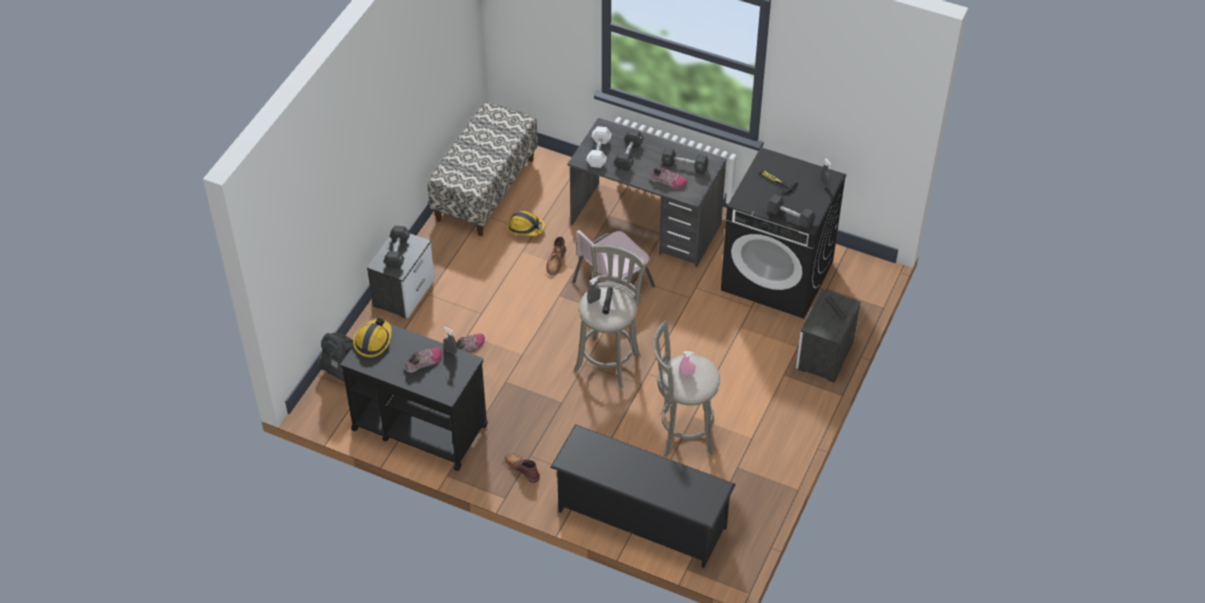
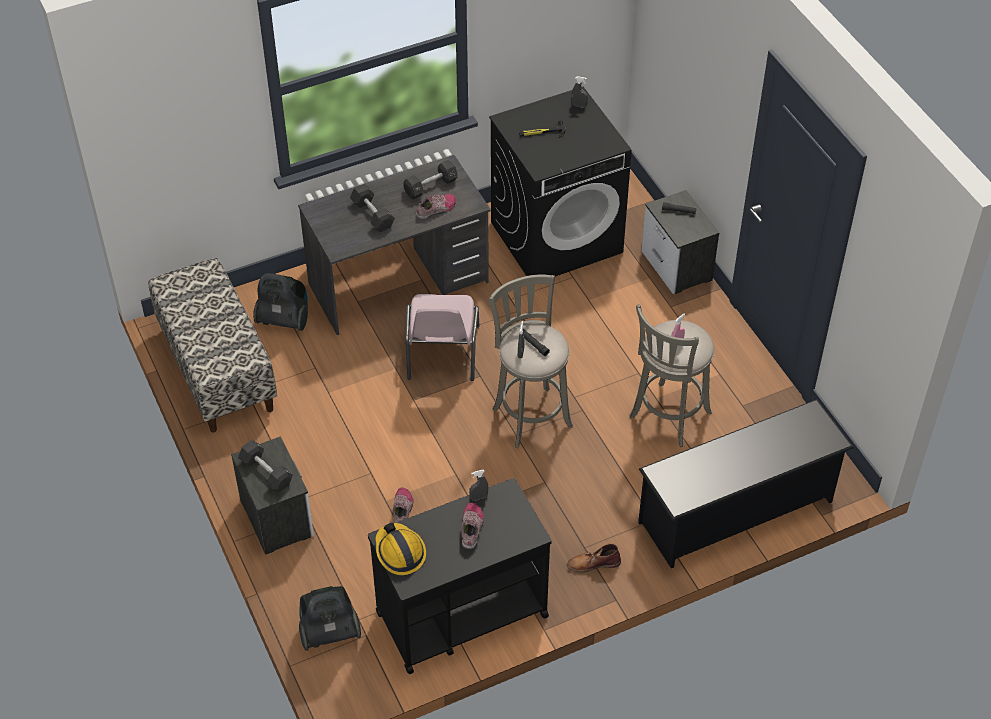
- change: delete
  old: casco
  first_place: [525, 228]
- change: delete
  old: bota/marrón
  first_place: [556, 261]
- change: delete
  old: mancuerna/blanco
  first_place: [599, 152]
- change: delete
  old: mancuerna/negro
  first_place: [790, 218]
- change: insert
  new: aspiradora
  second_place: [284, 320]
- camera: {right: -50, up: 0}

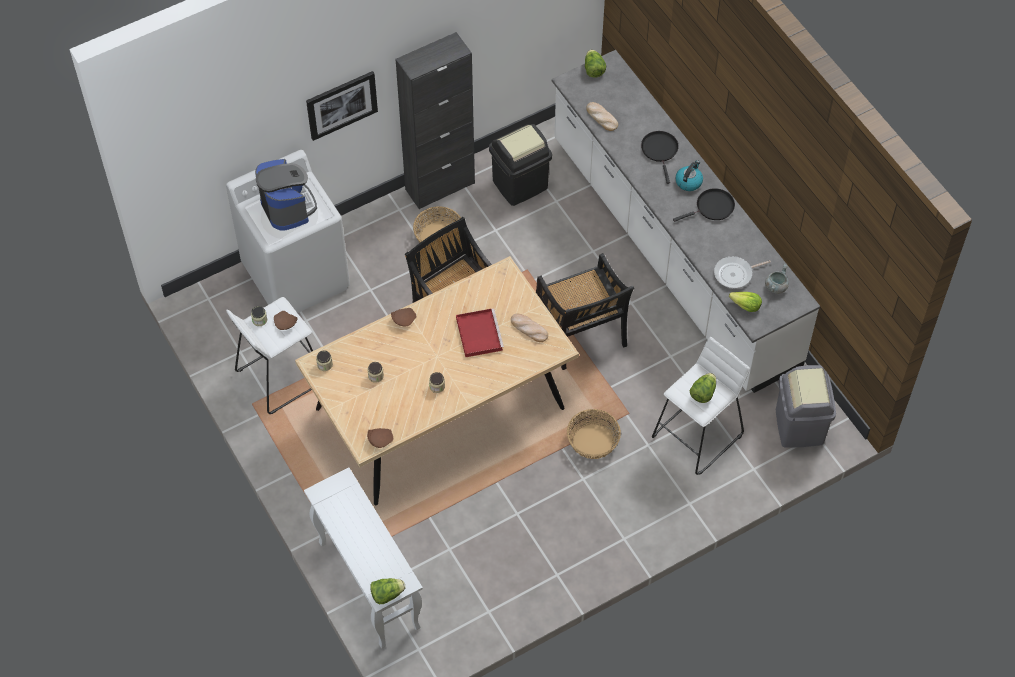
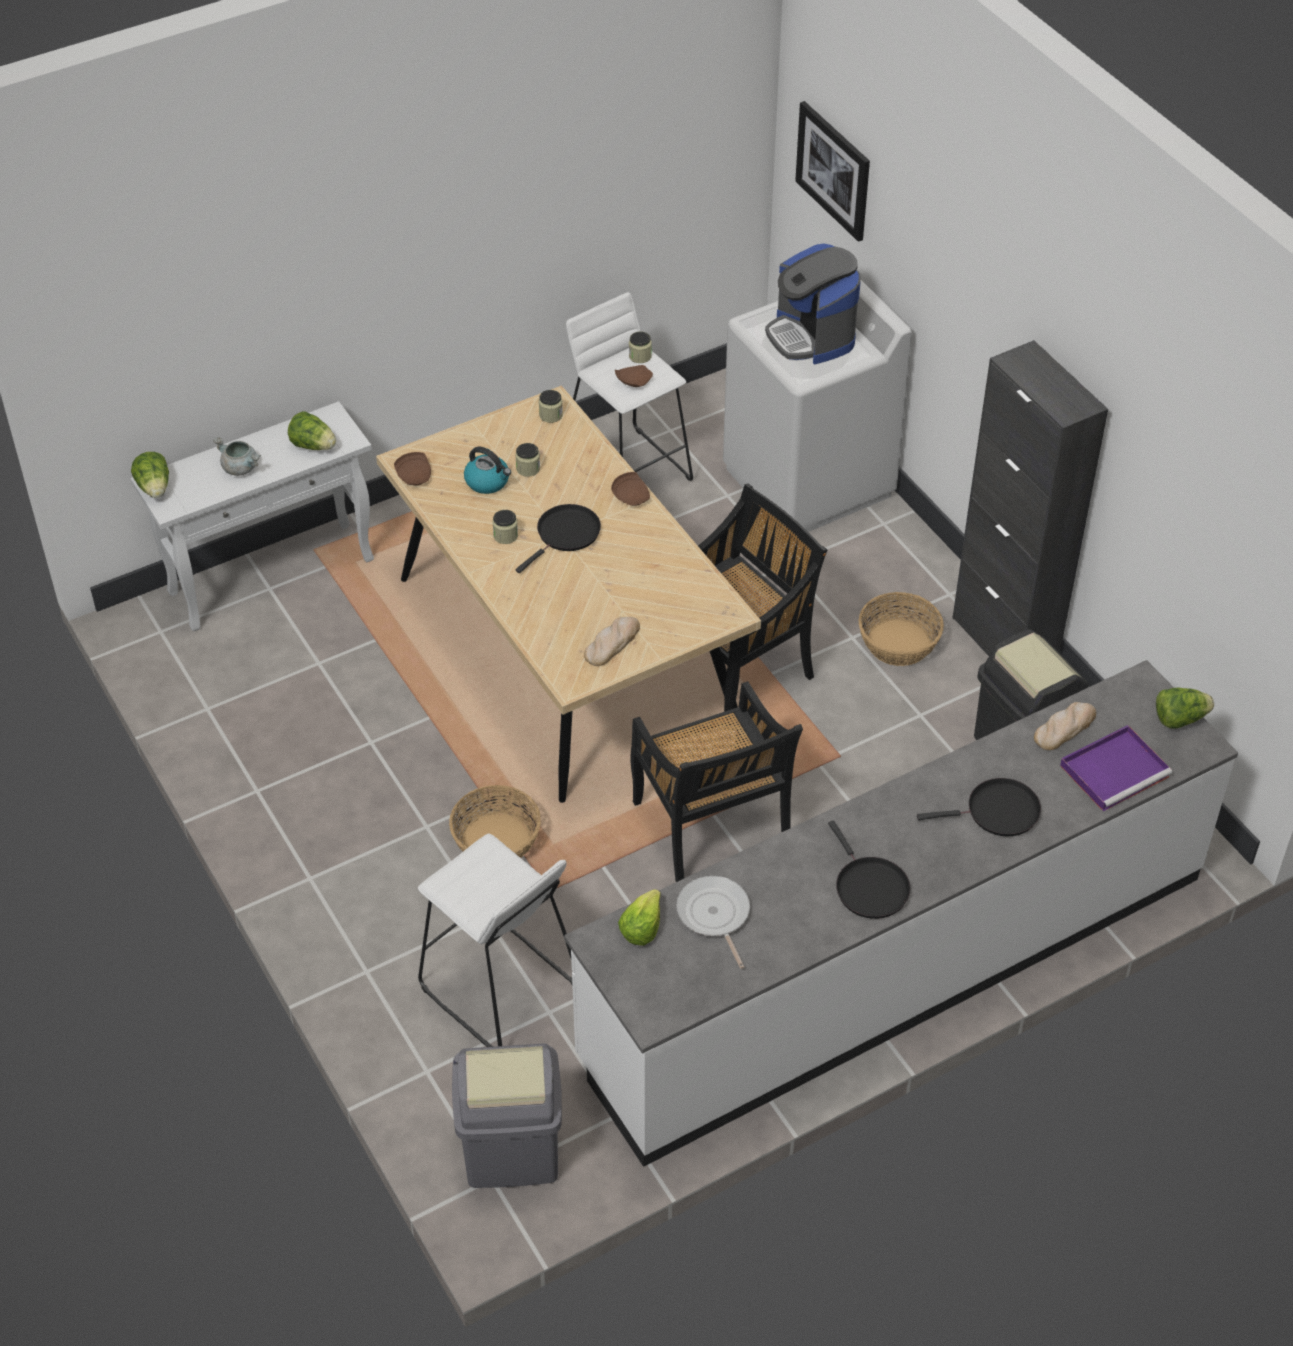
- change: delete
  old: bandeja/rojo
  first_place: [478, 333]
- change: insert
  new: sartén/negro
  second_place: [566, 534]
- change: insert
  new: bandeja/morado
  second_place: [1115, 770]
- change: move
  old: cuadro
  first_place: [341, 104]
  second_place: [834, 170]
- change: move
  old: hervidor
  first_place: [688, 181]
  second_place: [488, 481]
- change: move
  old: lechuga
  first_place: [703, 393]
  second_place: [313, 445]
- change: move
  old: olla/gris
  first_place: [776, 286]
  second_place: [241, 468]
- change: rotate
  old: cafetera
  first_place: [287, 207]
  second_place: [811, 336]
  degrees: 90
- change: rotate
  old: silla/negro
  first_place: [581, 333]
  second_place: [712, 829]
  degrees: -90
- camera: {right: 90, up: -10}

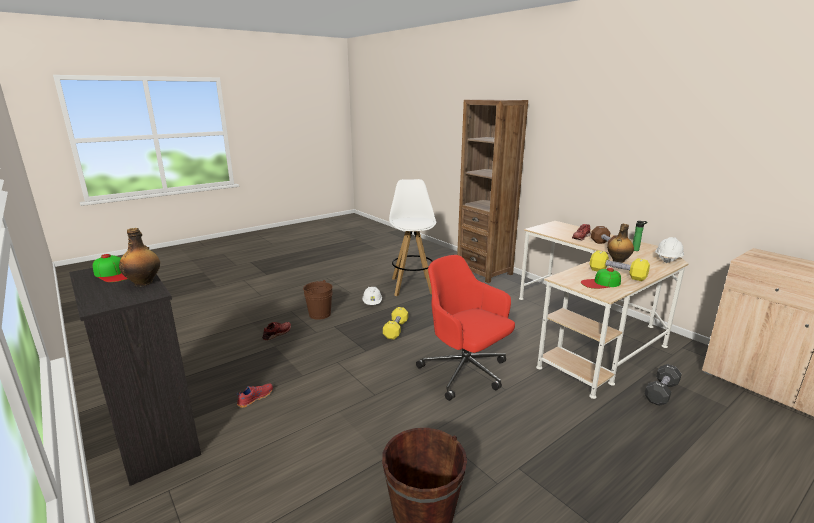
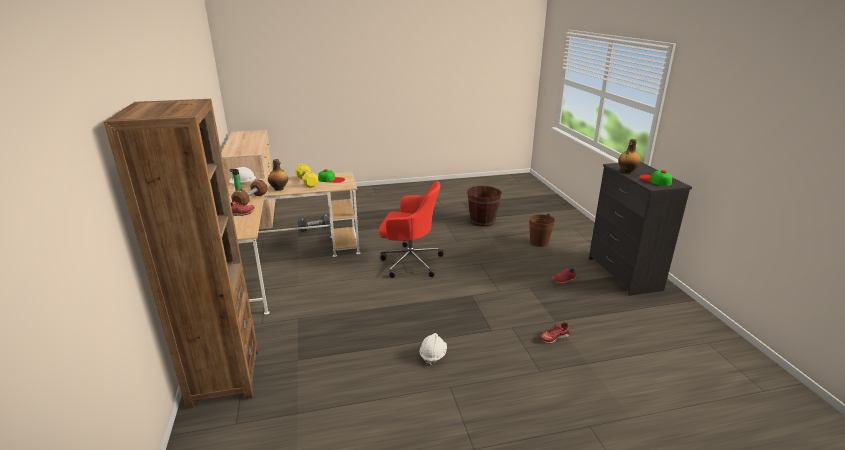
- change: delete
  old: mancuerna/amarillo
  first_place: [396, 329]
- change: delete
  old: taburete/blanco
  first_place: [412, 286]
- change: move
  old: cubo/marrón
  first_place: [320, 314]
  second_place: [539, 242]
- change: rotate
  old: silla de oficina/rojo
  first_place: [465, 372]
  second_place: [409, 261]
  degrees: -60
- camera: {right: -155, up: 5}

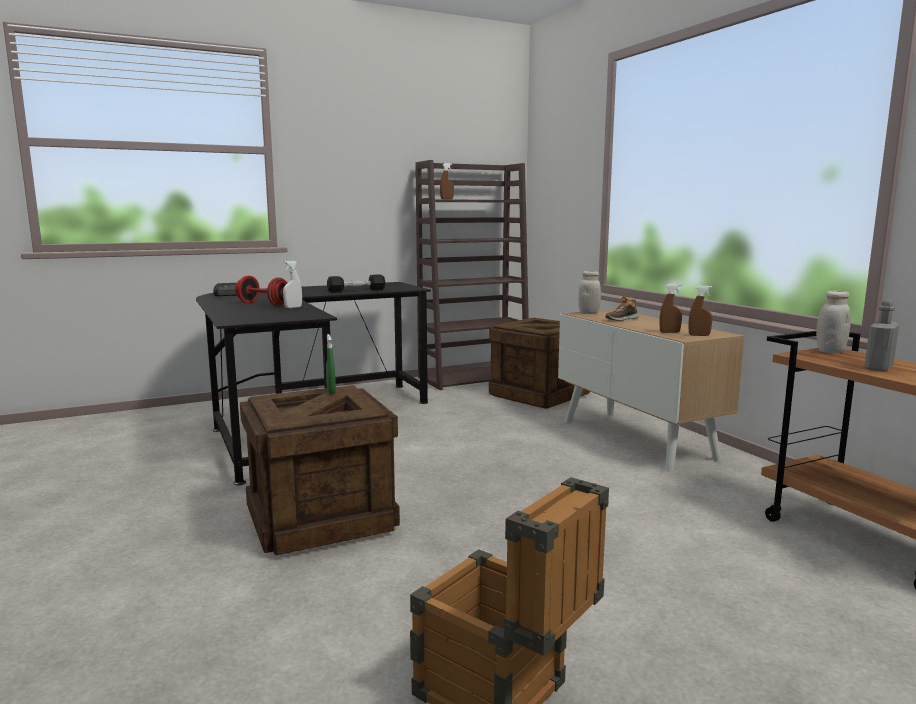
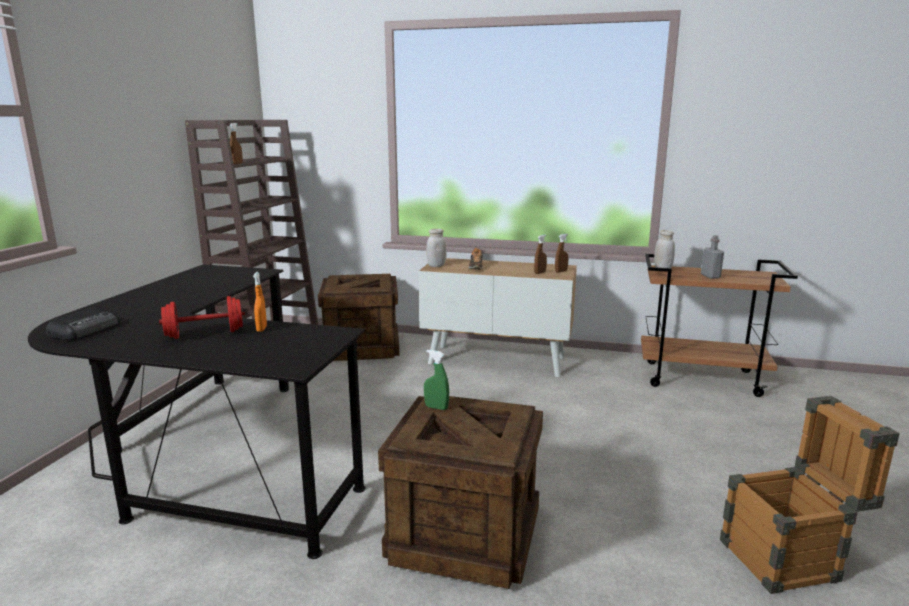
- change: delete
  old: mancuerna/negro
  first_place: [356, 290]
- change: recolor
  old: pulverizador/blanco
  new: pulverizador/naranja
  first_place: [293, 307]
  second_place: [261, 329]
- camera: {right: -50, up: 5}

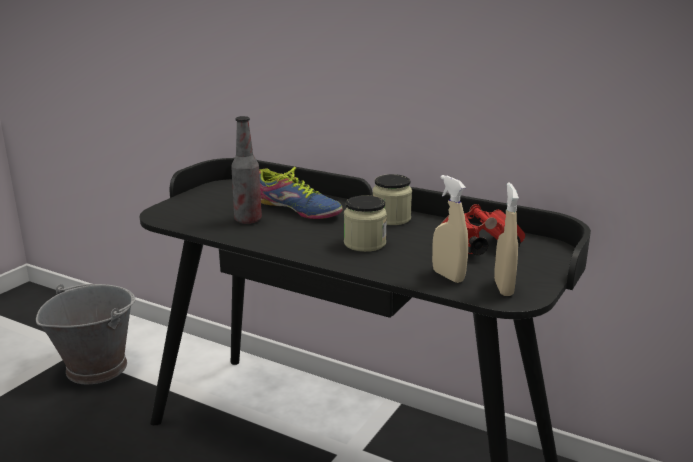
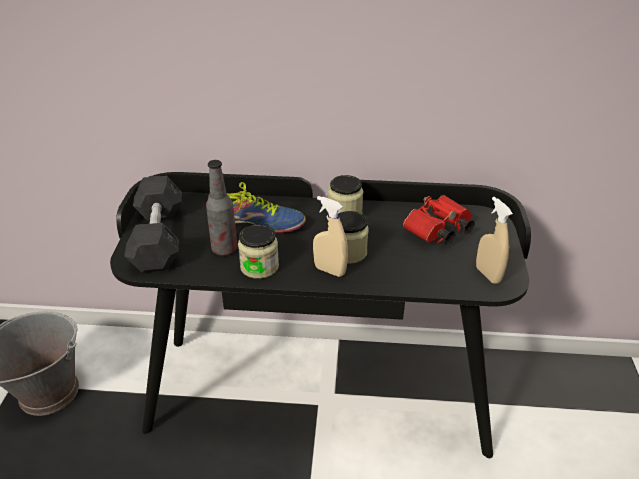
- change: insert
  new: mancuerna/gris
  second_place: [158, 239]
- change: insert
  new: tarro
  second_place: [259, 267]
- change: move
  old: pulverizador/beis
  first_place: [448, 276]
  second_place: [329, 271]
- camera: {right: -25, up: 15}

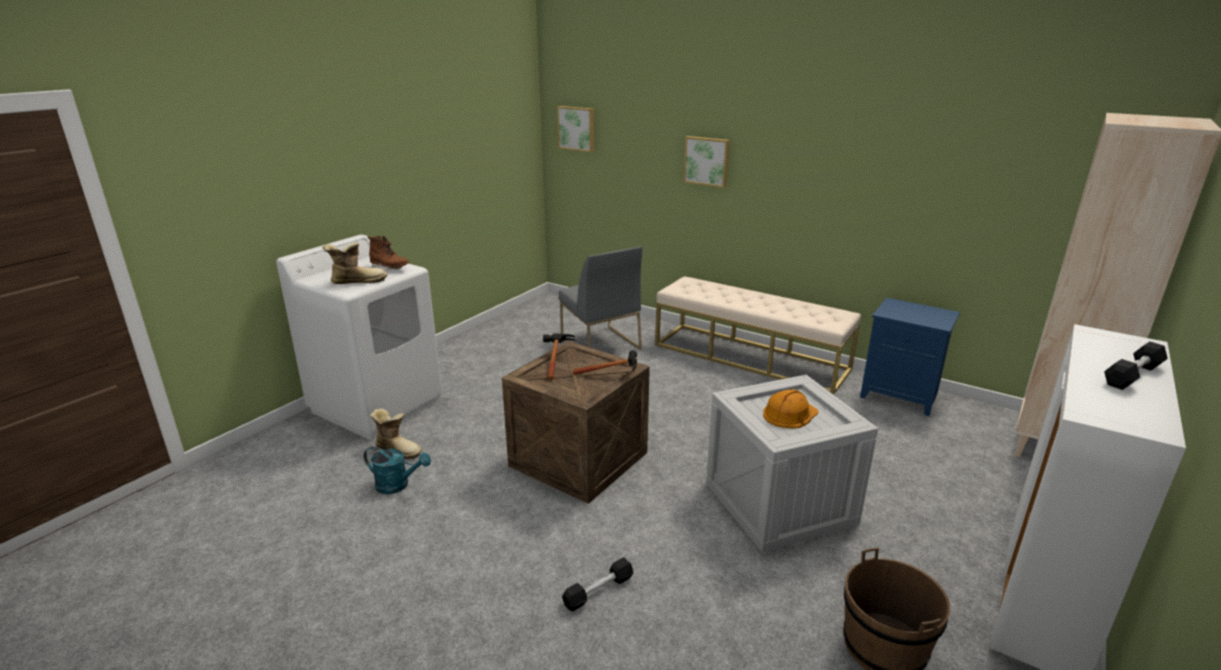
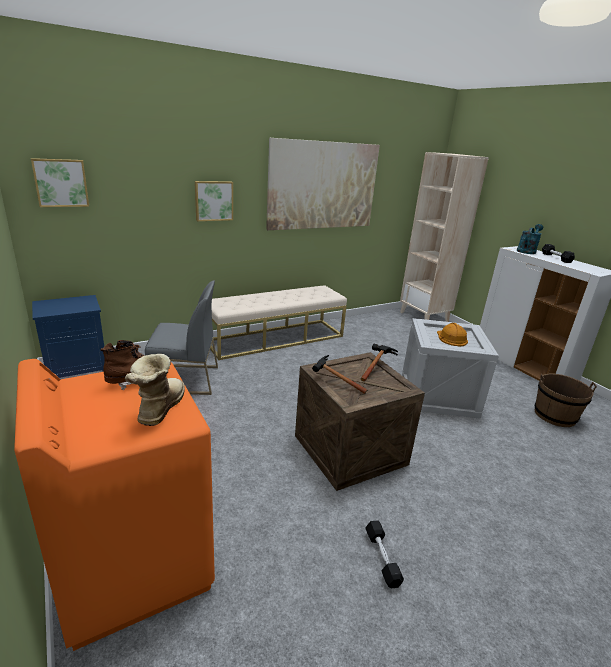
- change: delete
  old: bota
  first_place: [398, 449]
- change: insert
  new: cuadro
  second_place: [323, 186]
- change: move
  old: regadera/turquesa
  first_place: [398, 485]
  second_place: [527, 251]
- change: move
  old: mancuerna/negro
  first_place: [598, 591]
  second_place: [382, 558]
- change: move
  old: mesita de noche/azul
  first_place: [901, 395]
  second_place: [78, 371]
- change: recolor
  old: lavadora/blanco
  new: lavadora/naranja
  first_place: [377, 405]
  second_place: [133, 563]
- camera: {right: -65, up: 0}

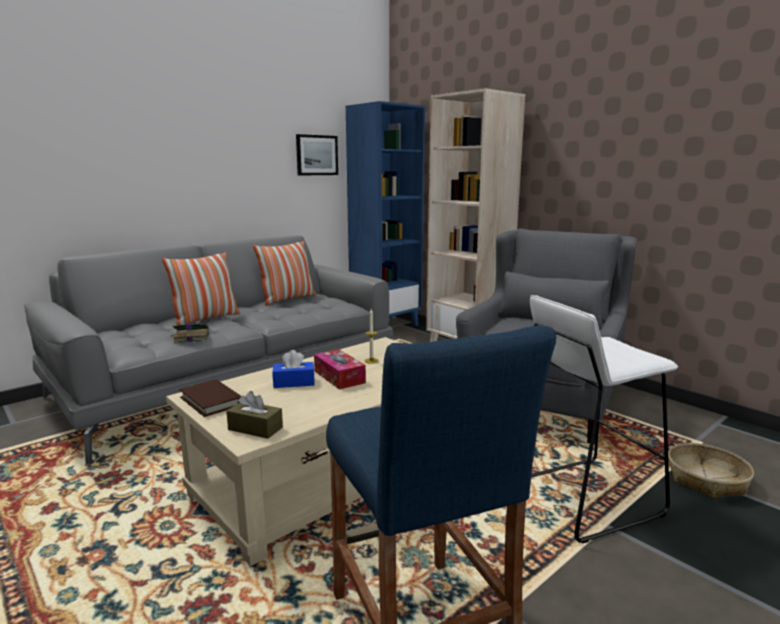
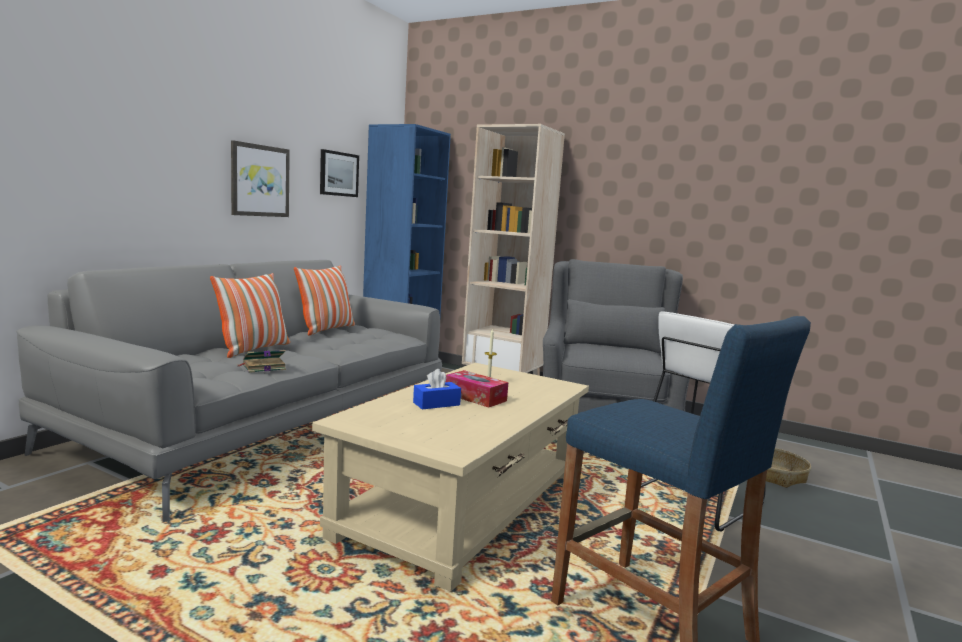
- change: delete
  old: libro/marrón
  first_place: [211, 401]
- change: delete
  old: caja de pañuelos/marrón
  first_place: [255, 428]
- change: insert
  new: cuadro
  second_place: [259, 180]
- camera: {right: -20, up: -5}

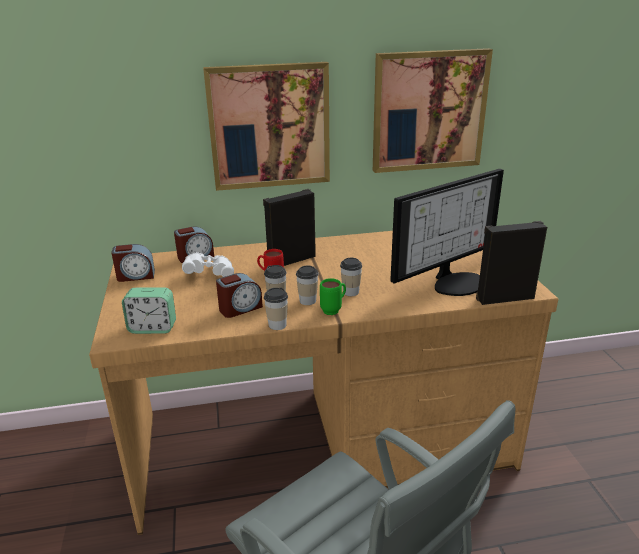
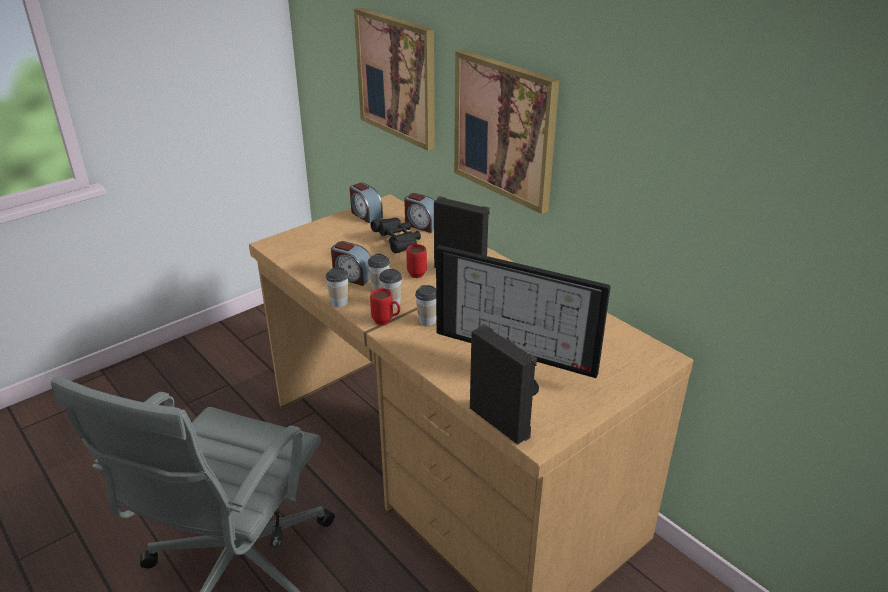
- change: delete
  old: despertador
  first_place: [152, 328]
- change: move
  old: cuadro
  first_place: [428, 111]
  second_place: [397, 77]
- change: recolor
  old: prismáticos/blanco
  new: prismáticos/negro
  first_place: [209, 274]
  second_place: [398, 242]
- change: recolor
  old: taza grande/verde
  new: taza grande/rojo
  first_place: [334, 310]
  second_place: [386, 322]
- camera: {right: 60, up: 5}

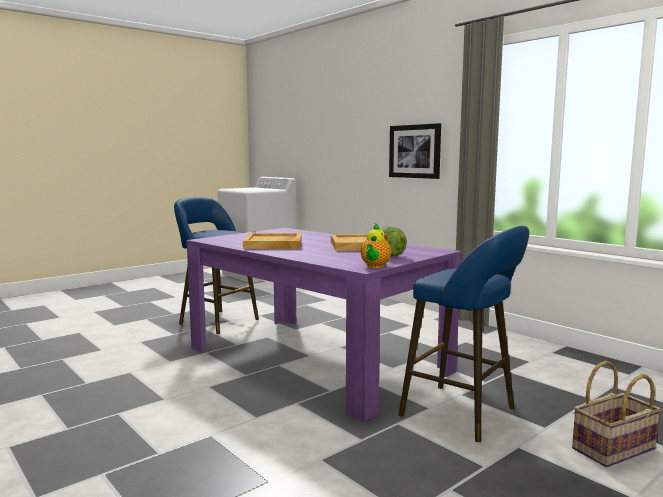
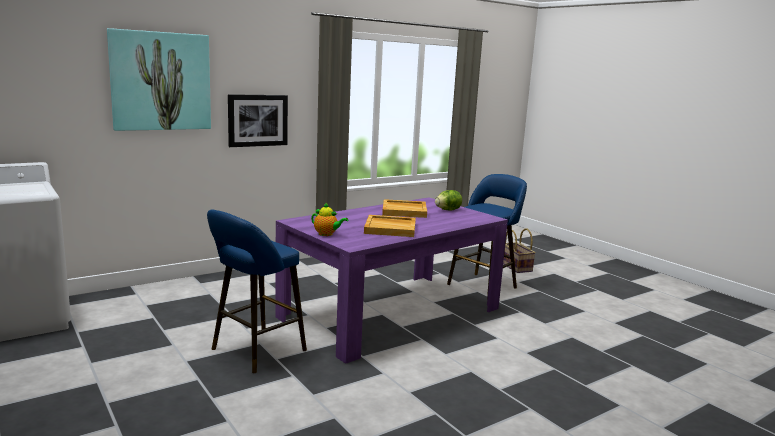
- change: insert
  new: cuadro
  second_place: [161, 81]
- change: move
  old: tetera
  first_place: [375, 266]
  second_place: [327, 234]
- camera: {right: -85, up: 5}

